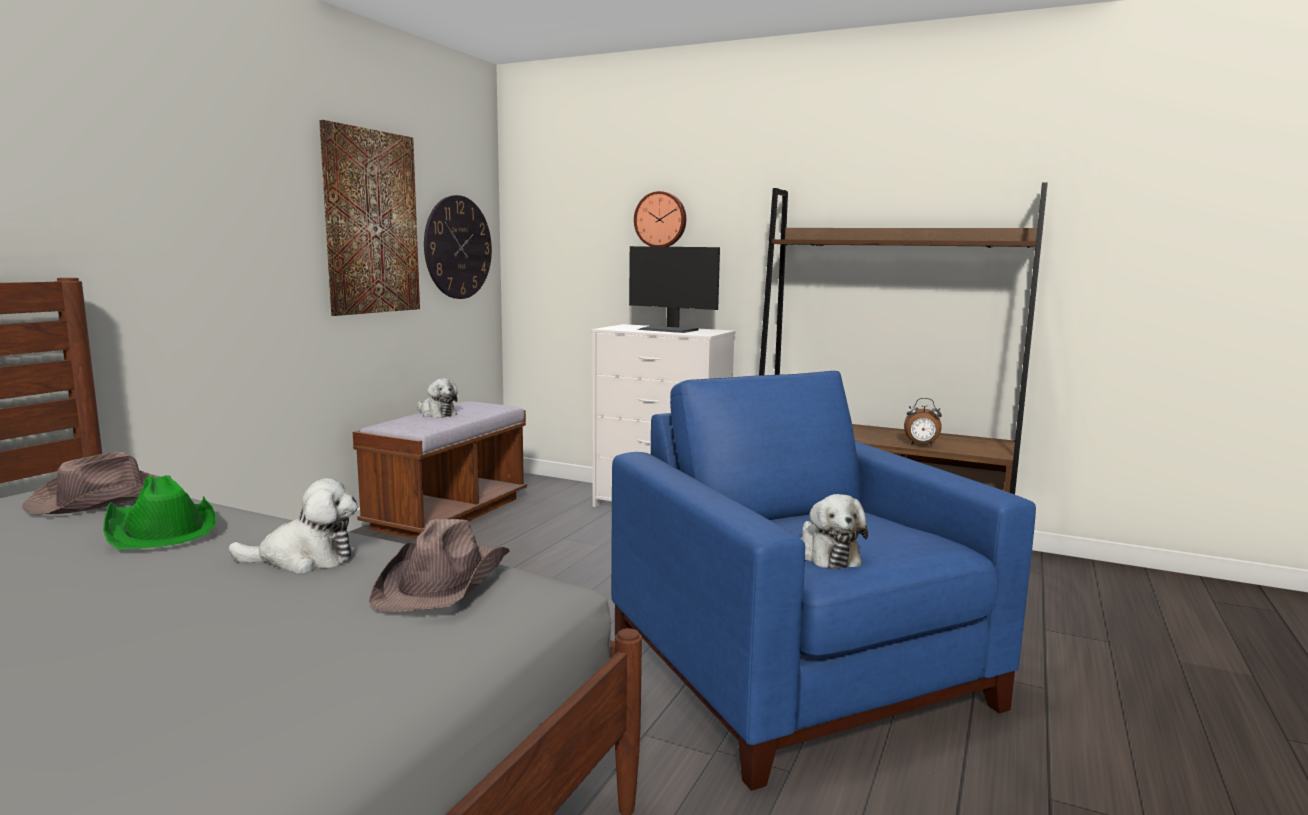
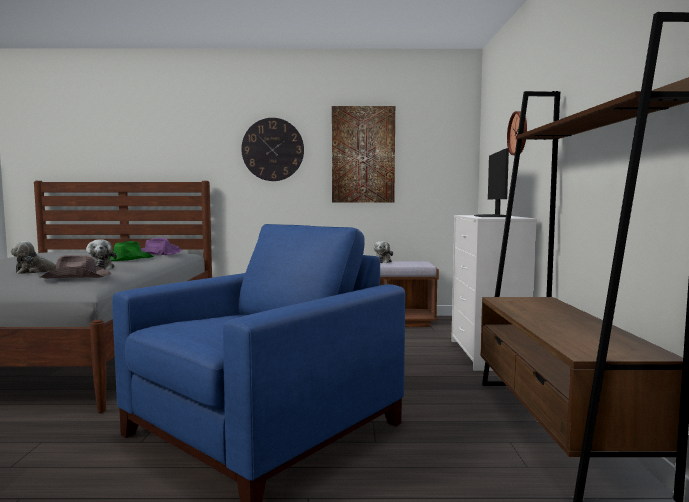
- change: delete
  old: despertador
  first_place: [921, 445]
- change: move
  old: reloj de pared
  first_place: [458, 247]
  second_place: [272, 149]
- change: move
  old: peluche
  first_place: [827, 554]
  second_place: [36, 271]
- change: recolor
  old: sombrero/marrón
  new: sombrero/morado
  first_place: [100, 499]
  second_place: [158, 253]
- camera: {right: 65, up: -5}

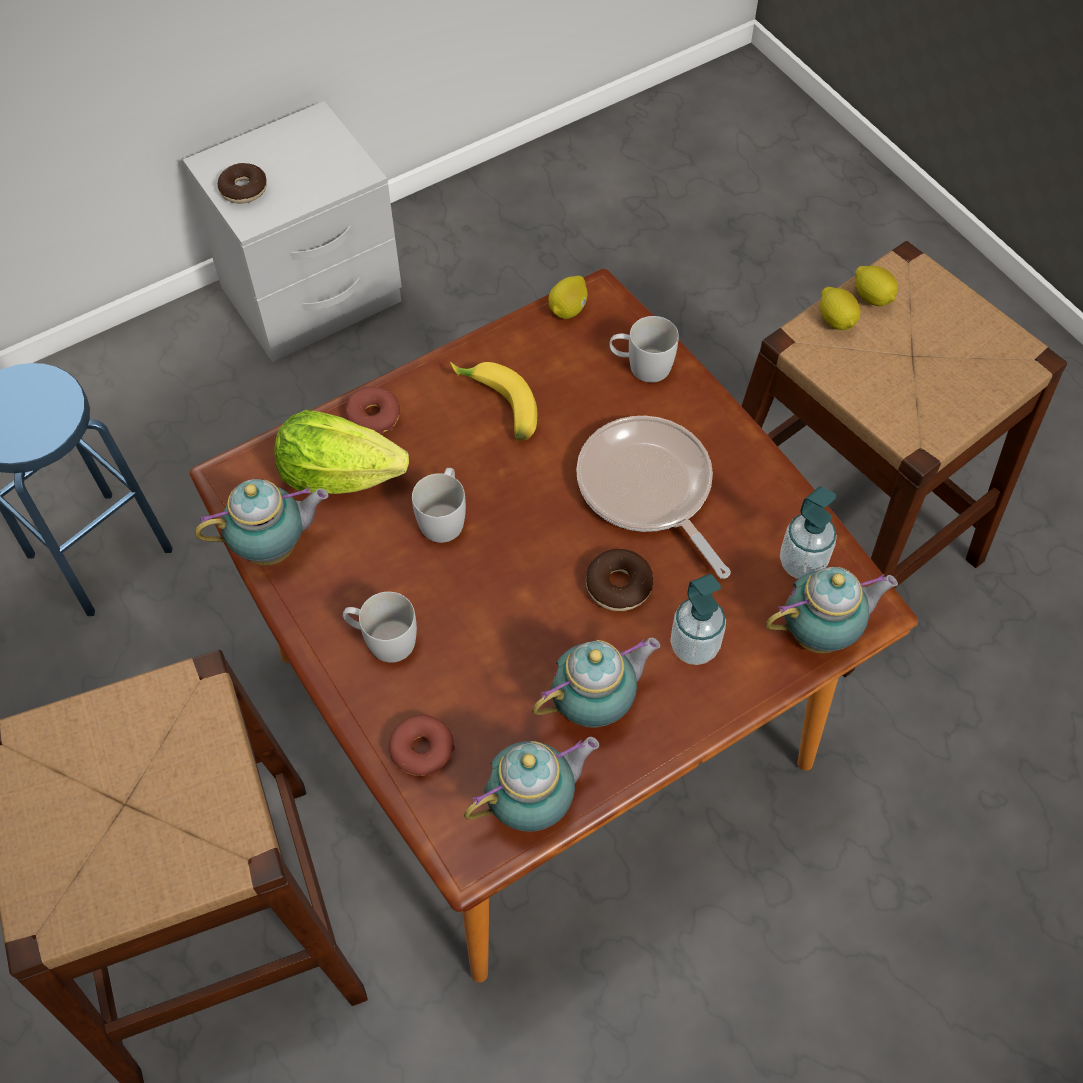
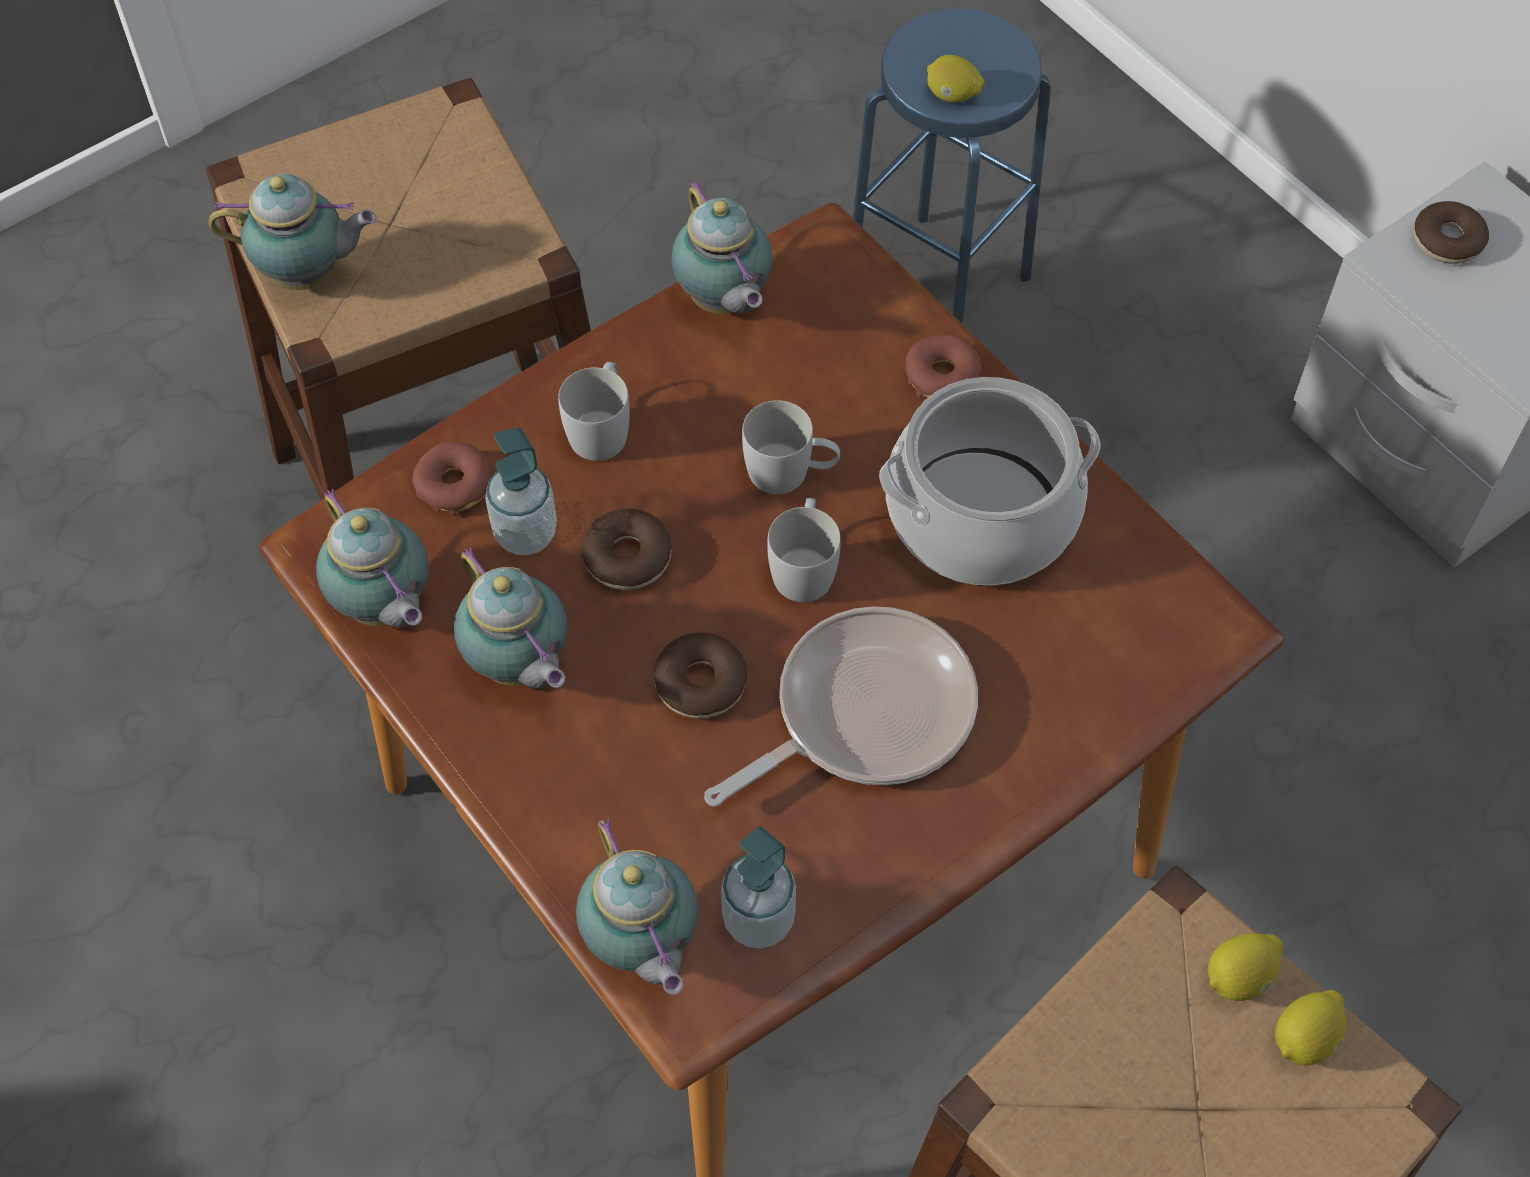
- change: delete
  old: lechuga
  first_place: [339, 475]
- change: insert
  new: tetera
  second_place: [308, 275]
- change: insert
  new: rosquilla
  second_place: [627, 557]
- change: move
  old: limón
  first_place: [568, 309]
  second_place: [952, 95]
- change: move
  old: taza grande/blanco
  first_place: [641, 365]
  second_place: [804, 565]
- change: move
  old: dispensador de jabón
  first_place: [694, 646]
  second_place: [525, 534]
- change: replace
  old: plátano
  new: olla
  first_place: [496, 407]
  second_place: [981, 514]
- camera: {right: 85, up: 0}

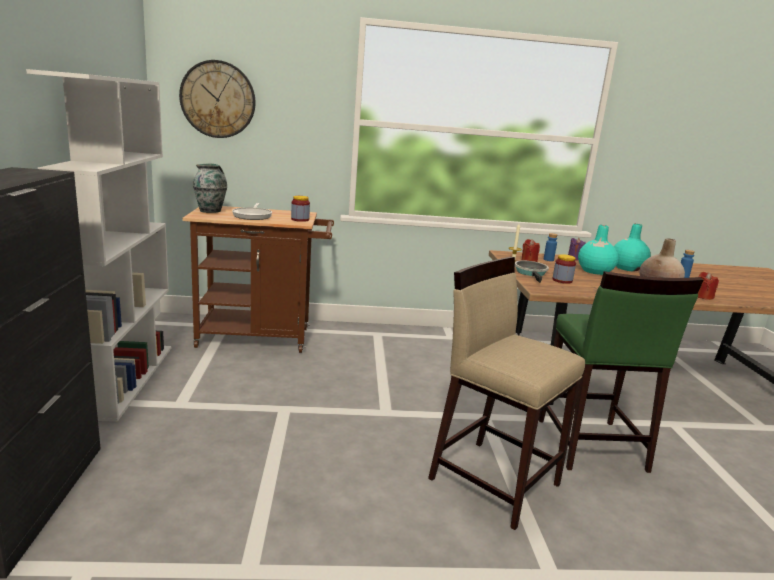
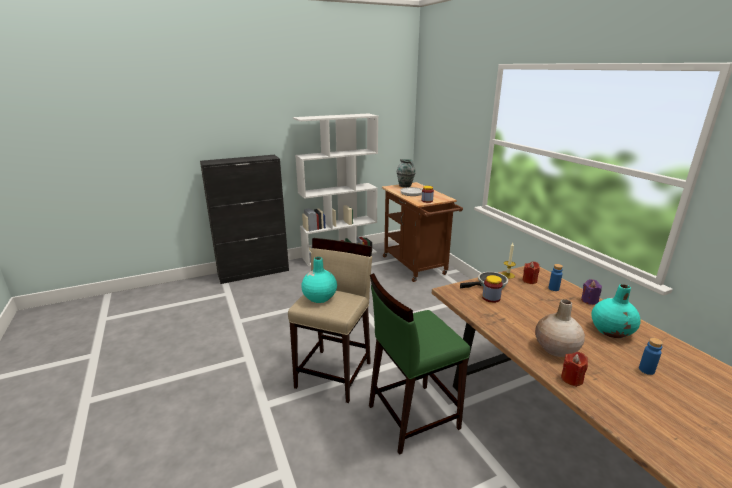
- change: delete
  old: reloj de pared
  first_place: [218, 99]
- change: move
  old: florero/turquesa
  first_place: [594, 271]
  second_place: [319, 297]
- camera: {right: 70, up: 5}

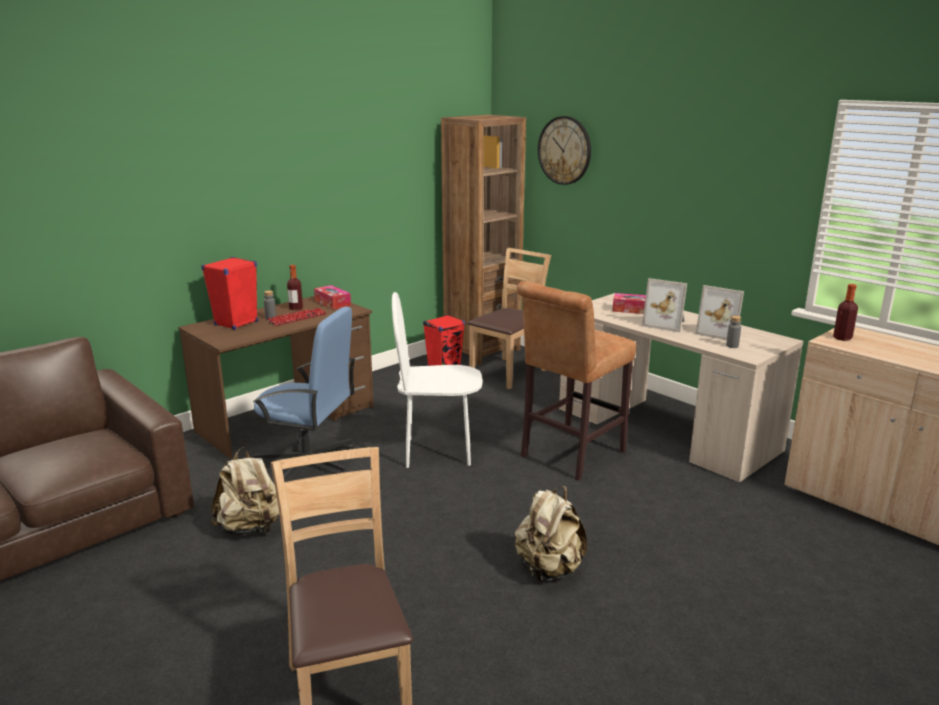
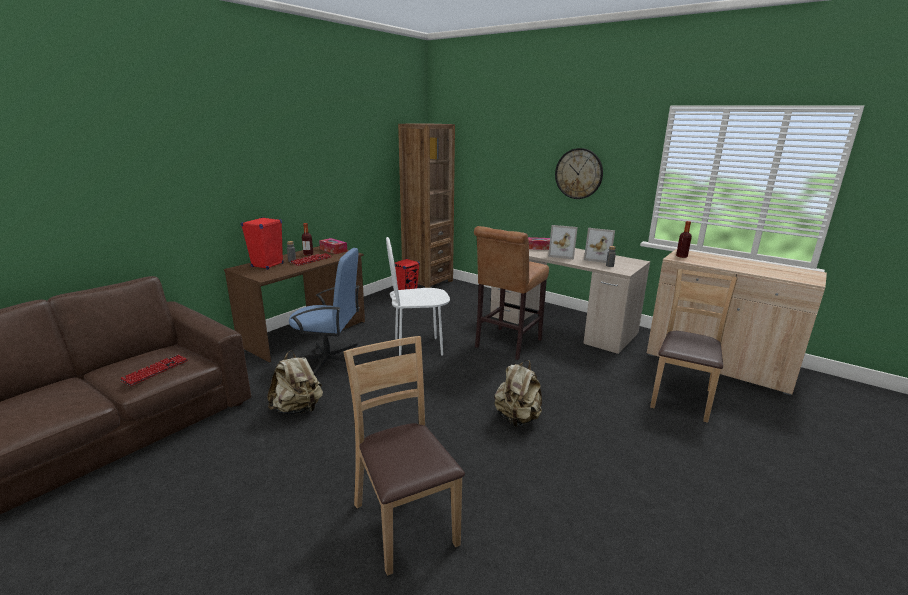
- change: insert
  new: teclado
  second_place: [155, 371]
- change: move
  old: silla/marrón
  first_place: [508, 373]
  second_place: [681, 398]
- change: move
  old: reloj de pared
  first_place: [564, 150]
  second_place: [578, 173]
- camera: {right: -10, up: 0}

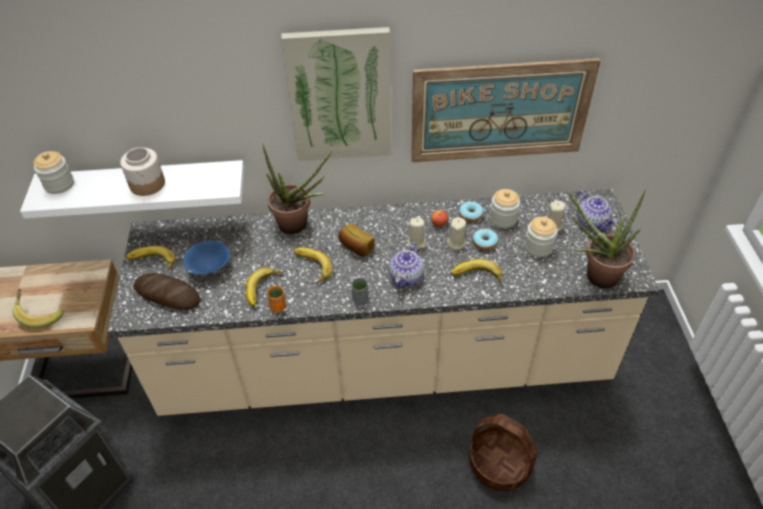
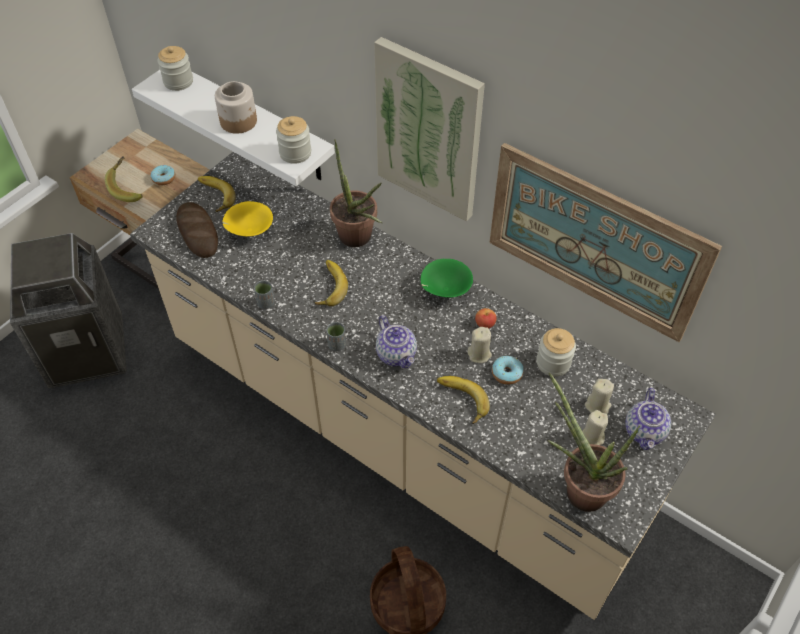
- change: delete
  old: plátano
  first_place: [264, 289]
- change: delete
  old: pan
  first_place: [356, 247]
- change: insert
  new: cuenco/verde
  second_place: [445, 290]
- change: move
  old: vela/beis
  first_place: [417, 242]
  second_place: [592, 438]
- change: move
  old: rosquilla
  first_place: [470, 215]
  second_place: [164, 178]
- change: move
  old: tarro
  first_place: [538, 247]
  second_place: [295, 153]
- change: recolor
  old: cuenco/azul
  new: cuenco/amarillo
  first_place: [209, 268]
  second_place: [249, 231]
- change: recolor
  old: taza/naranja
  new: taza/gris
  first_place: [278, 306]
  second_place: [266, 303]
- change: rotate
  old: tetera
  first_place: [406, 277]
  second_place: [397, 354]
  degrees: -90
- camera: {right: 40, up: 5}

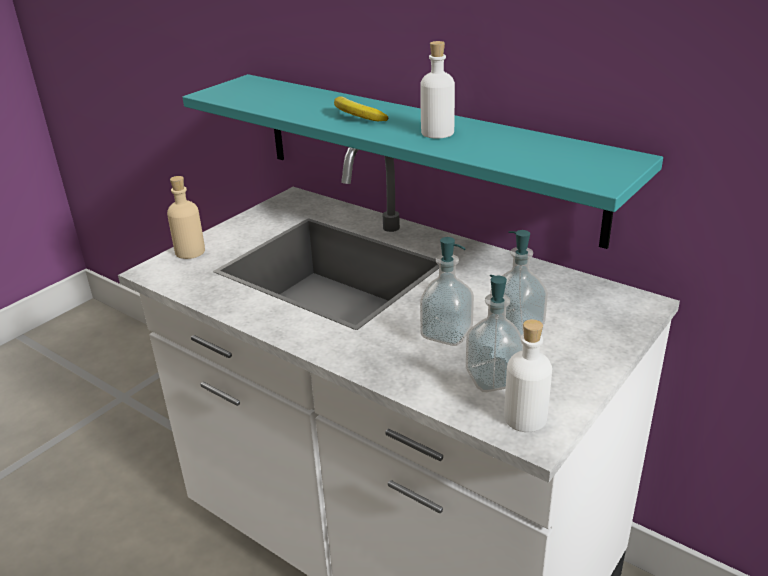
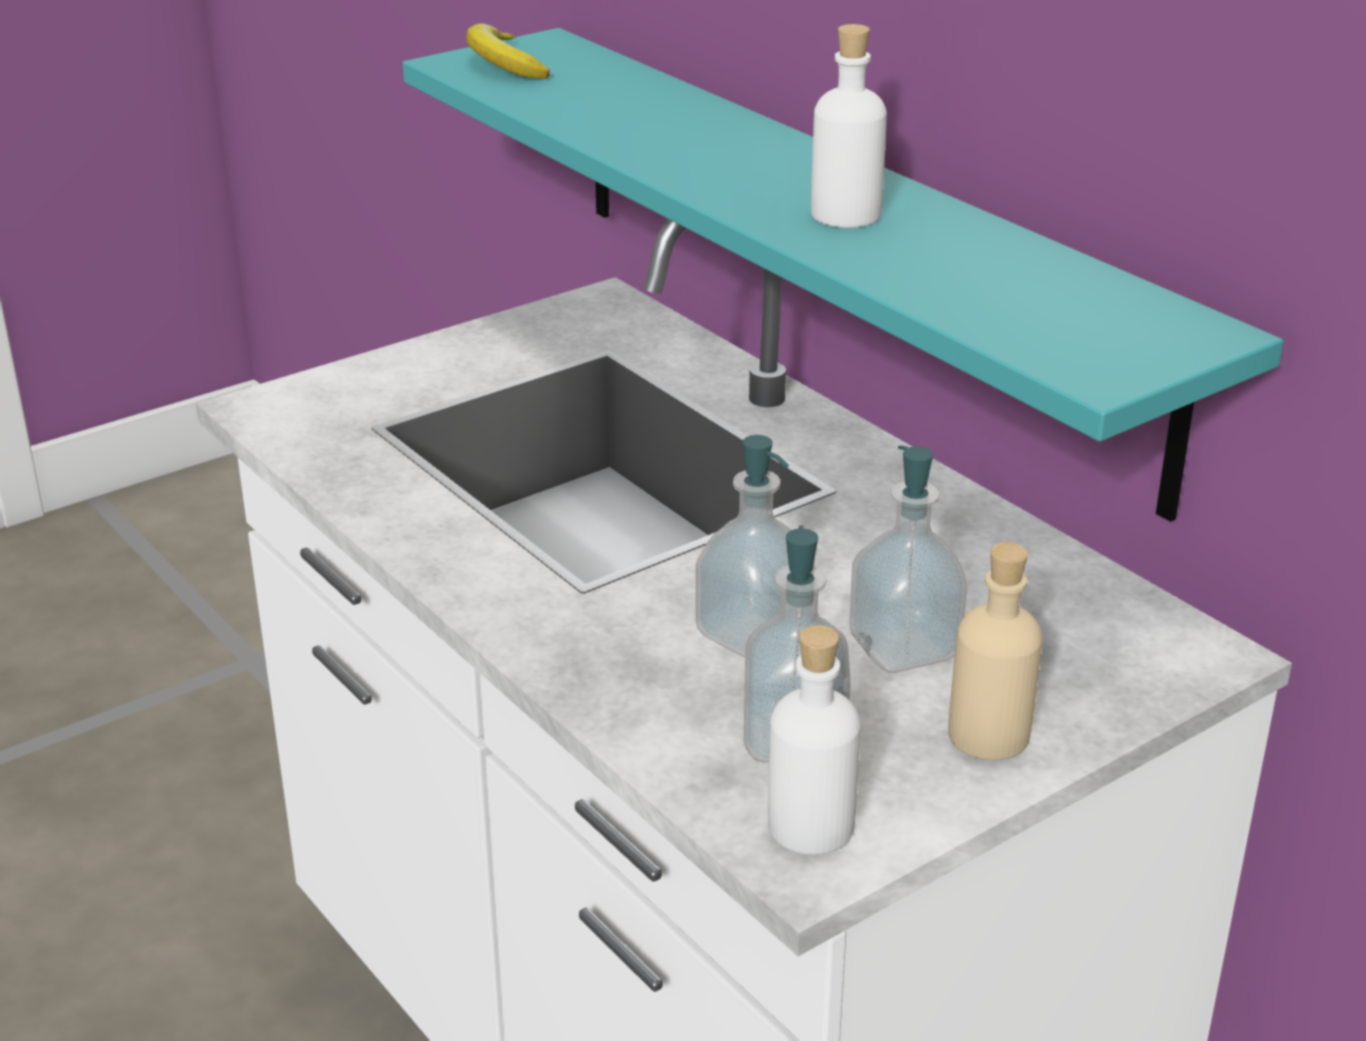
- change: move
  old: botella/beis
  first_place: [190, 252]
  second_place: [989, 735]
- change: move
  old: plátano
  first_place: [357, 116]
  second_place: [504, 64]
- camera: {right: 15, up: 0}

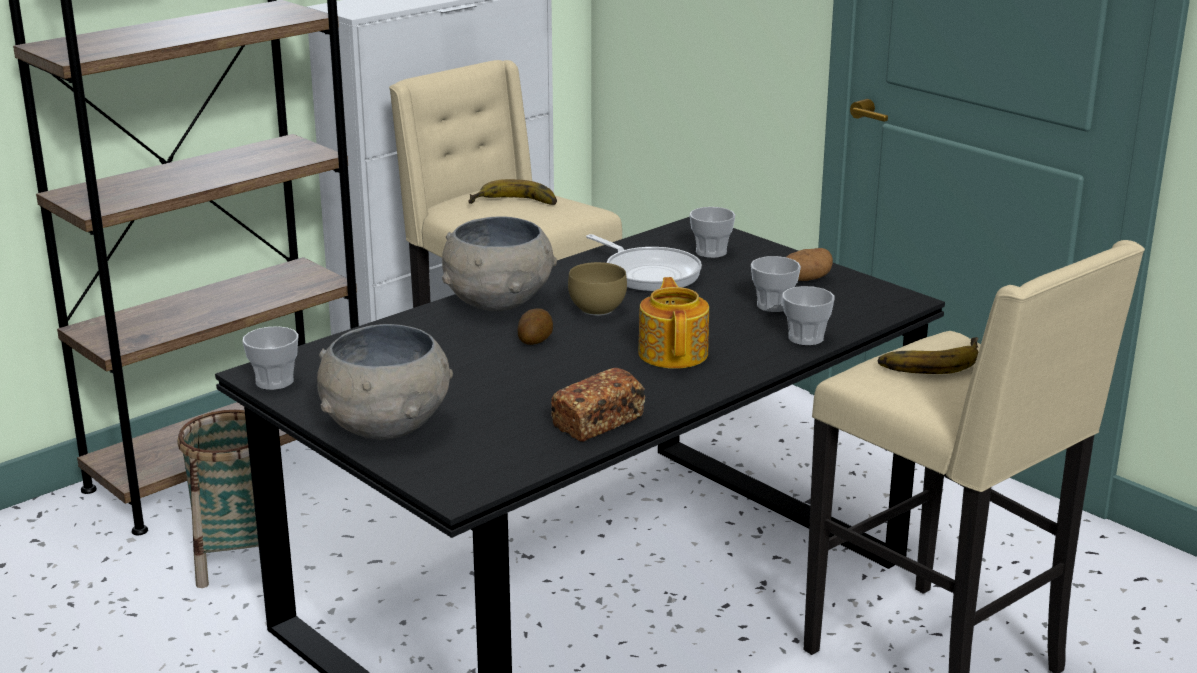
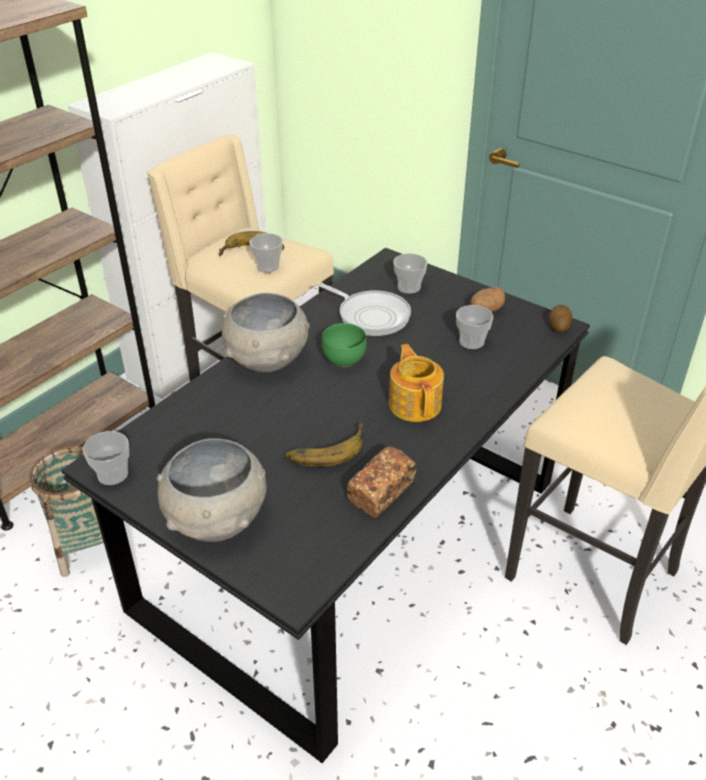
- change: move
  old: patata
  first_place: [535, 339]
  second_place: [558, 326]
- change: move
  old: taza
  first_place: [805, 338]
  second_place: [268, 267]
- change: move
  old: plátano
  first_place: [928, 360]
  second_place: [325, 448]
- change: recolor
  old: cuenco/marrón
  new: cuenco/verde
  first_place: [595, 310]
  second_place: [342, 360]
- camera: {right: -10, up: 15}

